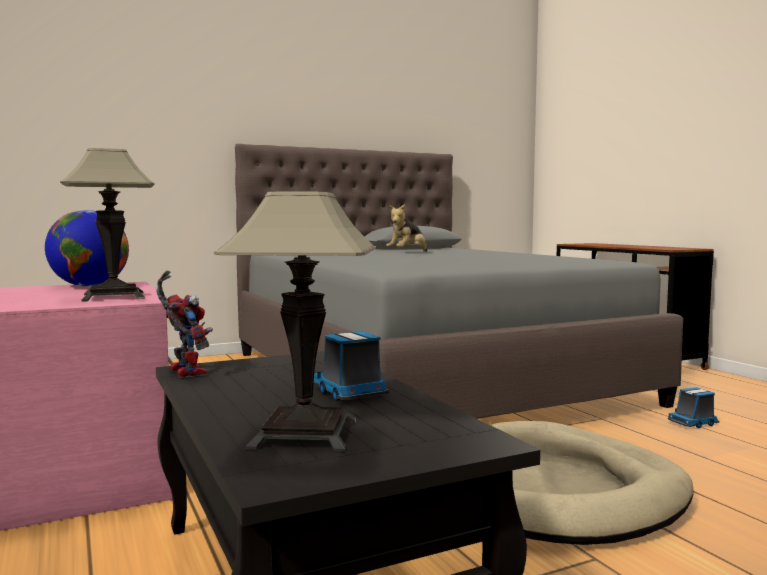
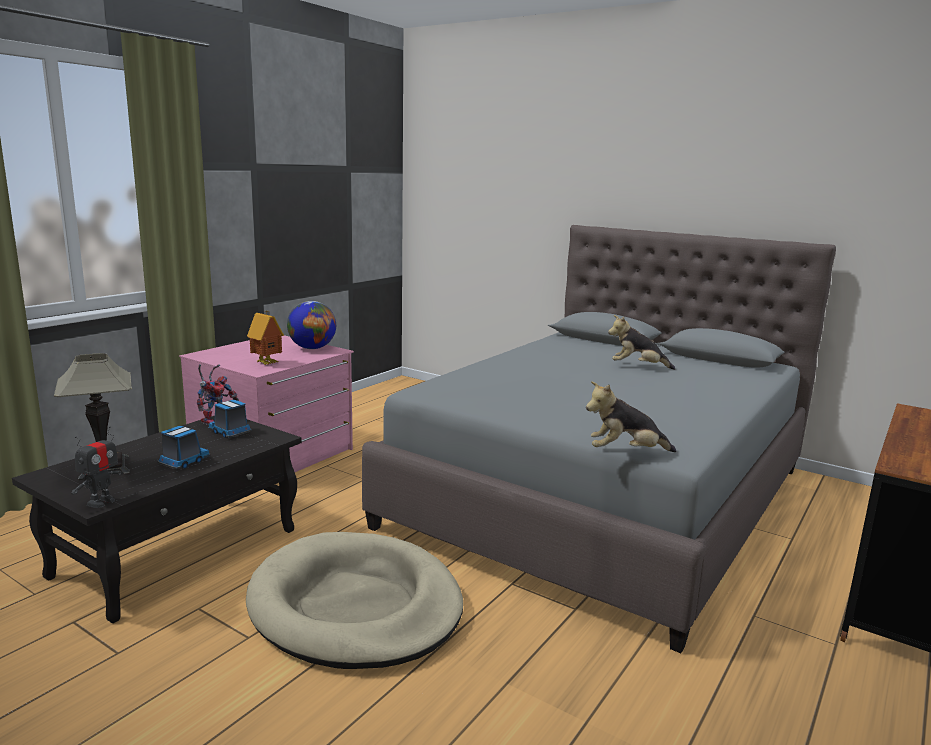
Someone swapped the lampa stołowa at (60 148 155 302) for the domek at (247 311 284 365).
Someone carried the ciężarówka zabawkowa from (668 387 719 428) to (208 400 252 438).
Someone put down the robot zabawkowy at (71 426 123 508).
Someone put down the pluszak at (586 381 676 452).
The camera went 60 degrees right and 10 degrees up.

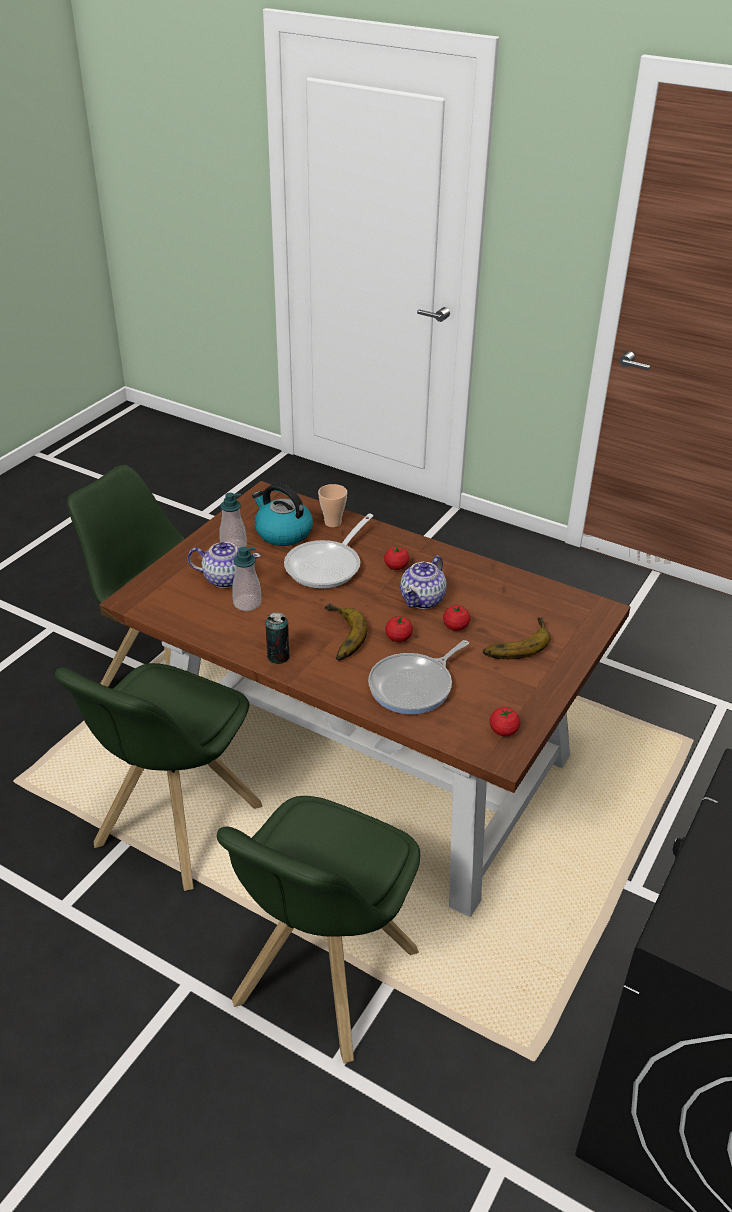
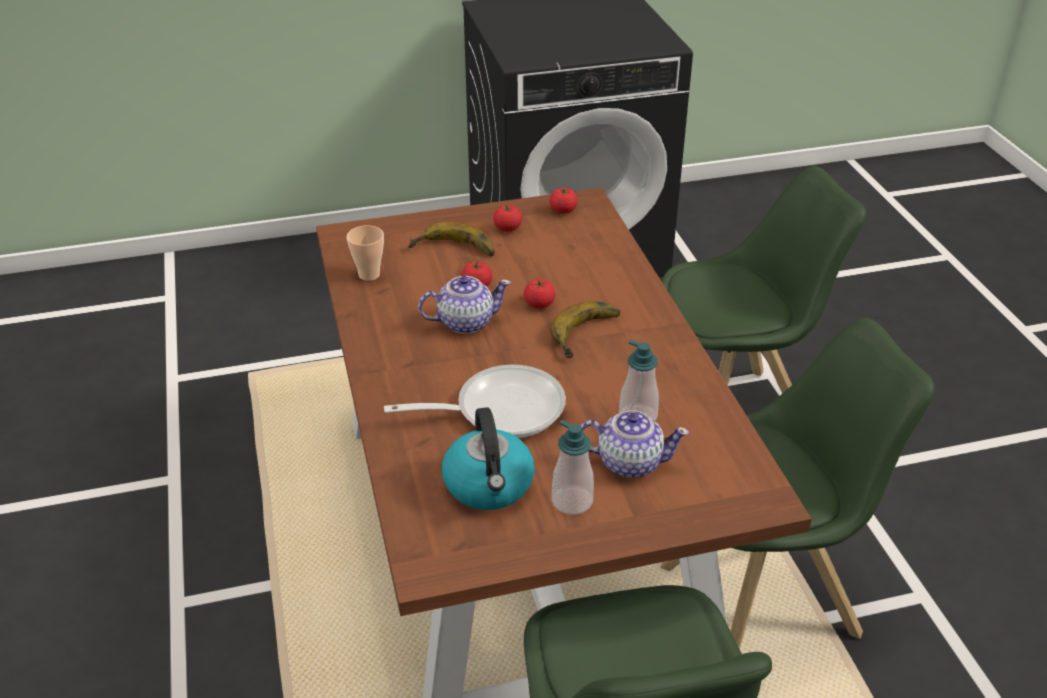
Someone rotated the imbryk at (188 542 261 588) by 135 degrees clockwise.
Someone took away the puszka at (265 612 290 664).
Someone carried the filiżanka from (318 484 347 527) to (346 225 384 281).
Someone took away the patelnia at (368 640 469 714).
Someone carried the pomidor from (384 546 410 570) to (493 205 522 232).
The camera went 135 degrees left and 0 degrees up.

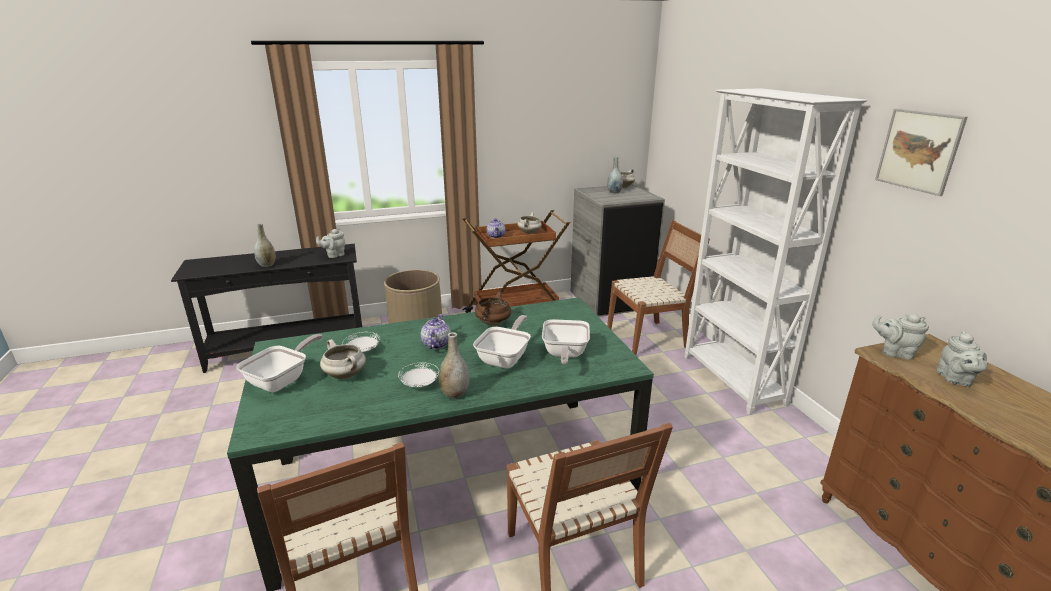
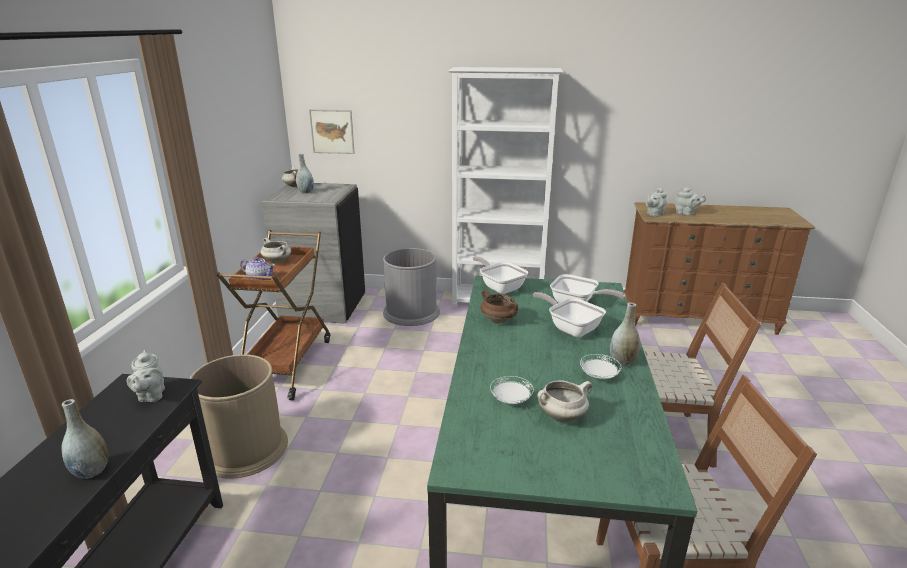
Someone carried the patelnia from (236 334 323 392) to (472 256 528 294).
Someone took away the imbryk at (421 314 451 349).
Someone swapped the krzesło at (607 220 710 355) for the kosz na śmieci (szary) at (383 248 440 326).
Someone carried the obraz from (875 108 968 196) to (309 109 355 154).
The camera went 65 degrees left and 0 degrees up.

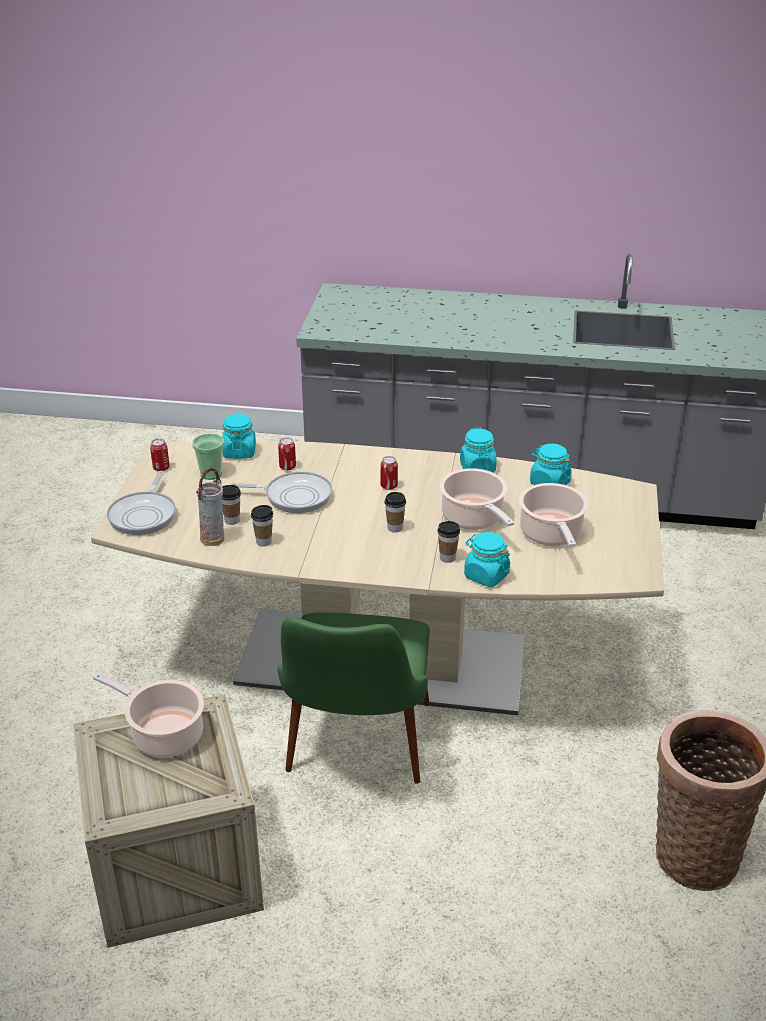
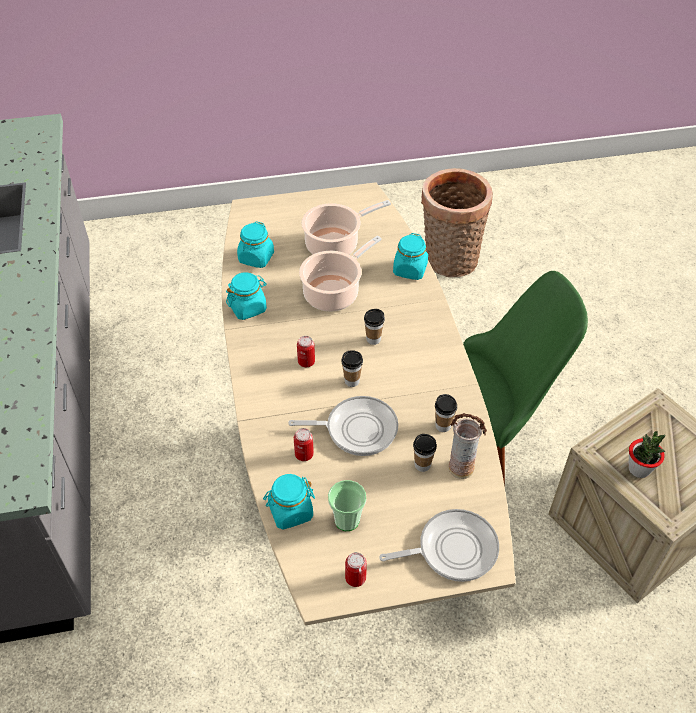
Someone swapped the garnek at (93 673 204 758) for the roślina doniczkowa at (628 431 666 478).
Someone rotated the patelnia at (230 472 332 513) by 105 degrees clockwise.
Someone carried the filiżanka from (437 521 460 563) to (341 350 363 387).
The camera went 110 degrees left and 15 degrees up.

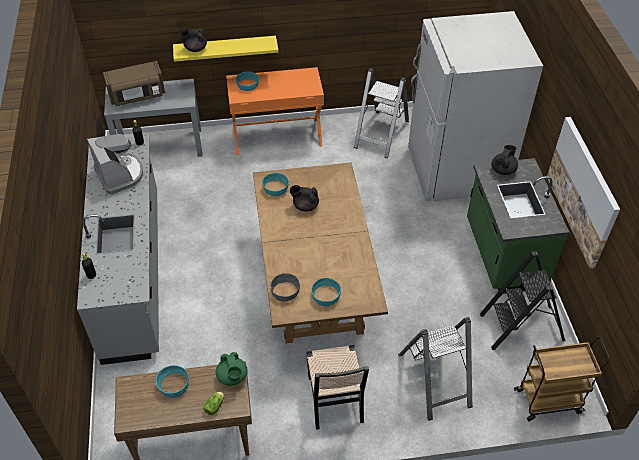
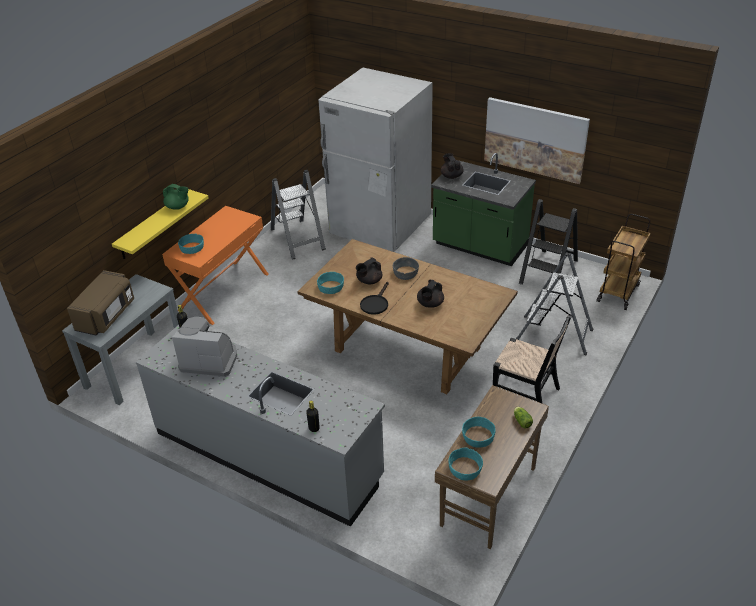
Someone carried the imbryk (czarny) from (179 28 207 52) to (417 280 444 308).
Someone carried the imbryk (zielony) from (216 352 248 386) to (163 184 189 210).
Someone carried the miska (szary) from (271 273 300 301) to (393 257 419 280).
Someone carried the miska (turkusowy) from (311 278 341 306) to (449 448 483 481).
Someone put down the patelnia (czarny) at (360 282 389 315).
The camera went 50 degrees left and 10 degrees down.

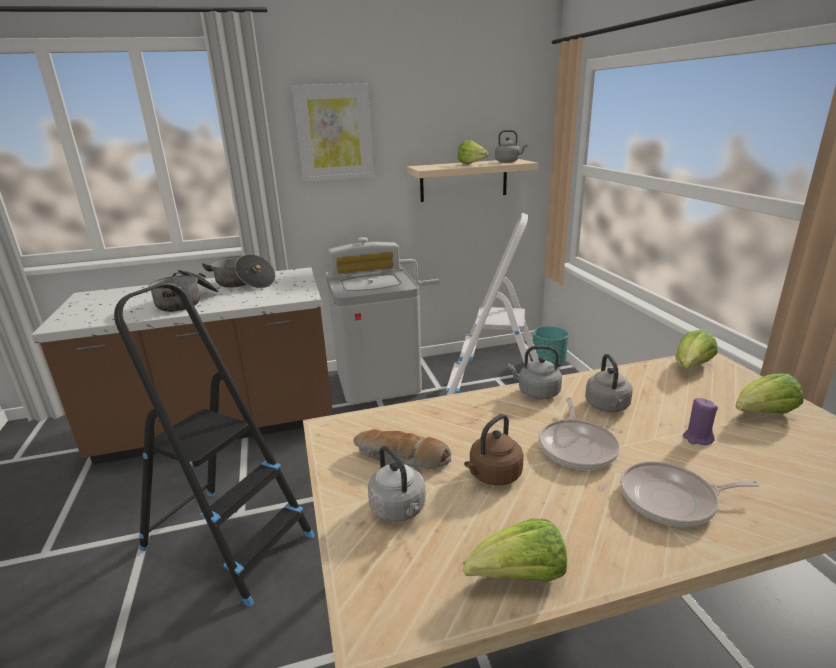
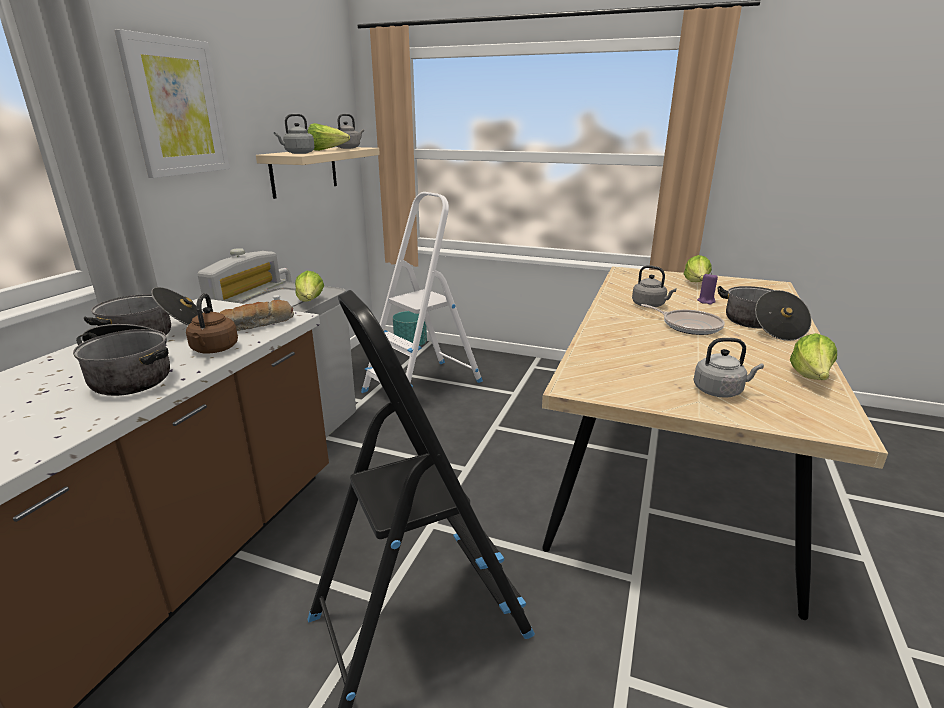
Someone carried the chleb from (353 429 451 469) to (220 300 294 331).
Someone carried the czajnik (brązowy) from (464 414 524 486) to (186 293 238 353).
Someone carried the czajnik (szary) from (508 346 562 399) to (274 114 315 154).
Someone swapped the patelnia at (620 461 760 527) for the garnek at (718 286 812 341).
Someone carried the sałata from (675 330 717 368) to (295 271 324 302).
The camera went 55 degrees left and 0 degrees up.

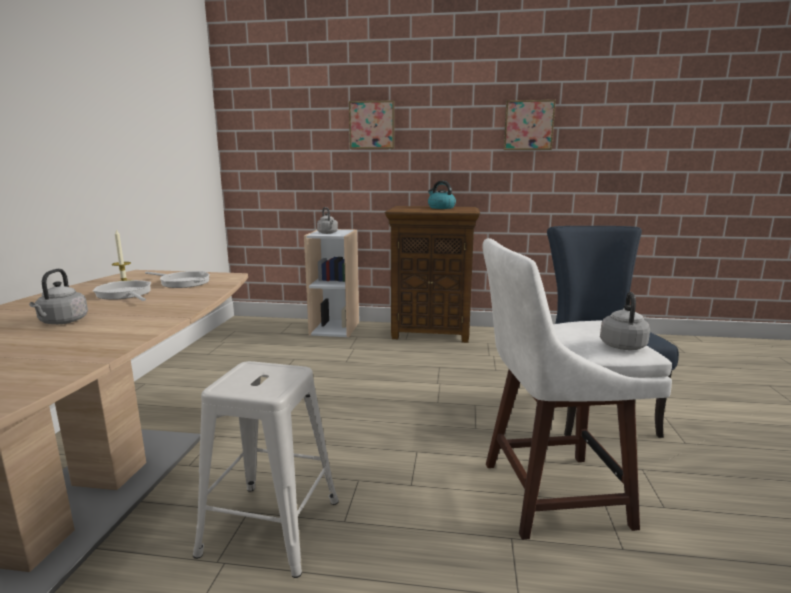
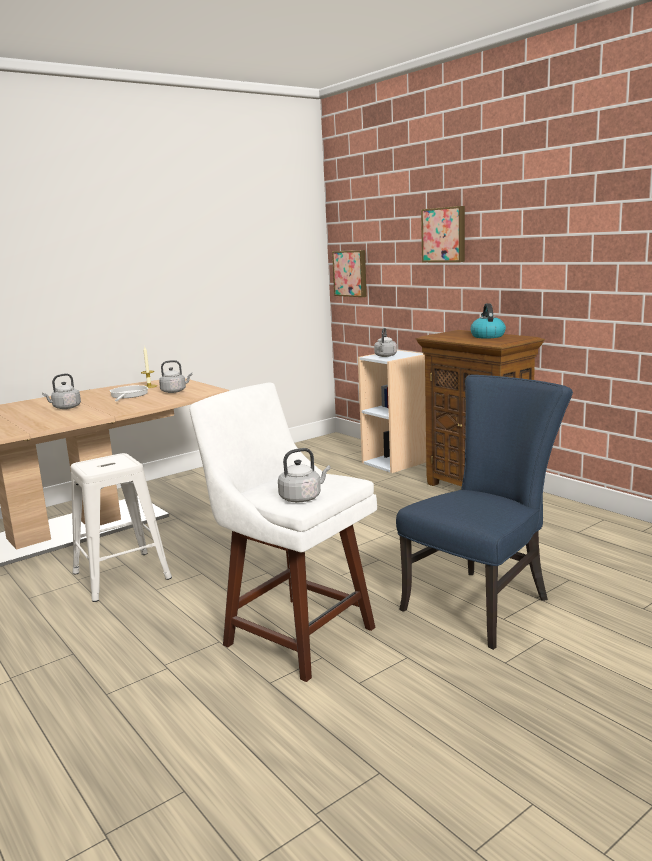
Someone swapped the patelnia at (145 271 210 288) for the czajnik (szary) at (159 360 193 393).
Someone carried the obraz from (504 100 556 150) to (332 250 367 297).
The camera went 45 degrees right and 0 degrees up.

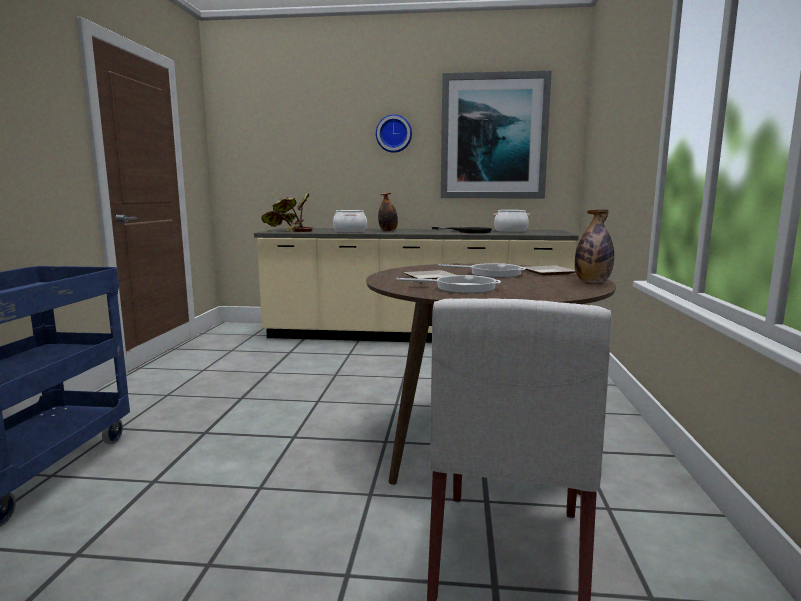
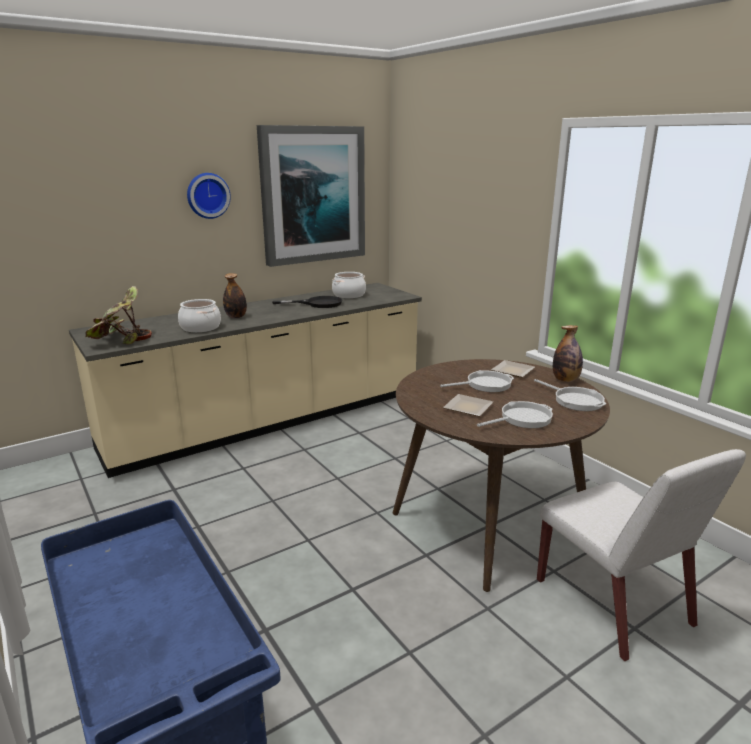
Someone put down the patelnia at (534 379 606 411).
The camera went 40 degrees left and 10 degrees up.

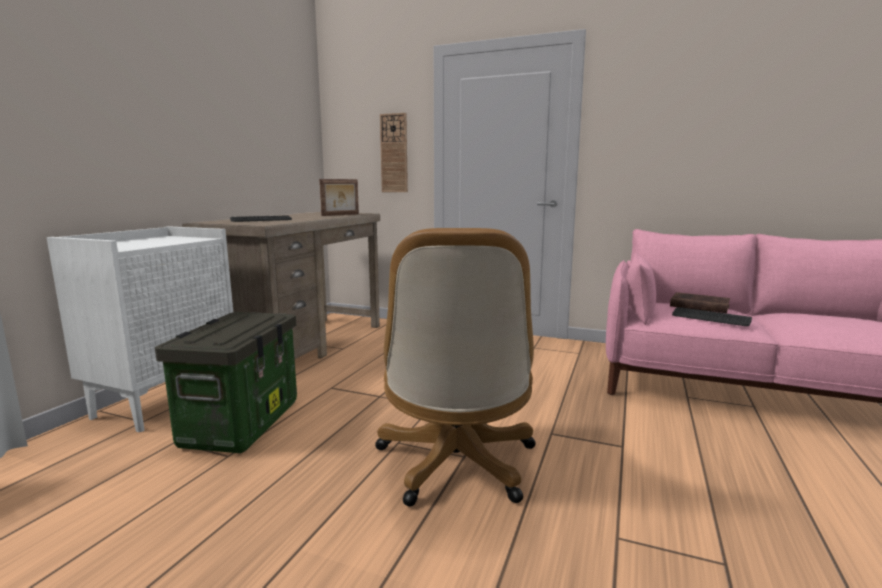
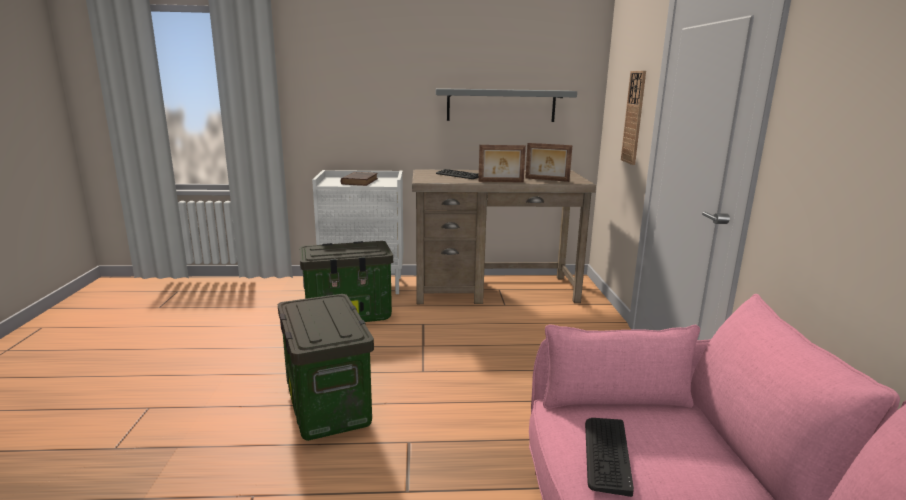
Someone swapped the krzesło biurowe at (375 228 536 507) for the pojemnik do przechowywania at (278 294 374 441).
Someone carried the książka (brązowy) from (670 292 730 313) to (341 172 378 186).
Someone put up the półka (szary) at (436 88 577 122).
Someone put down the ramka na zdjęcie at (478 145 526 182).
The camera went 65 degrees right and 5 degrees up.

